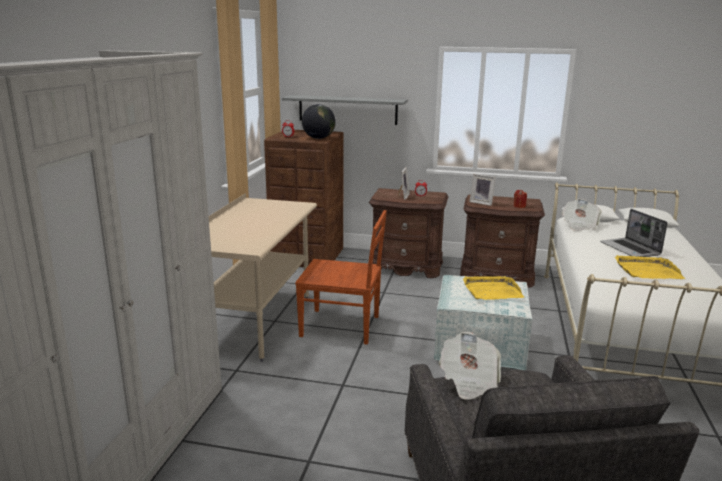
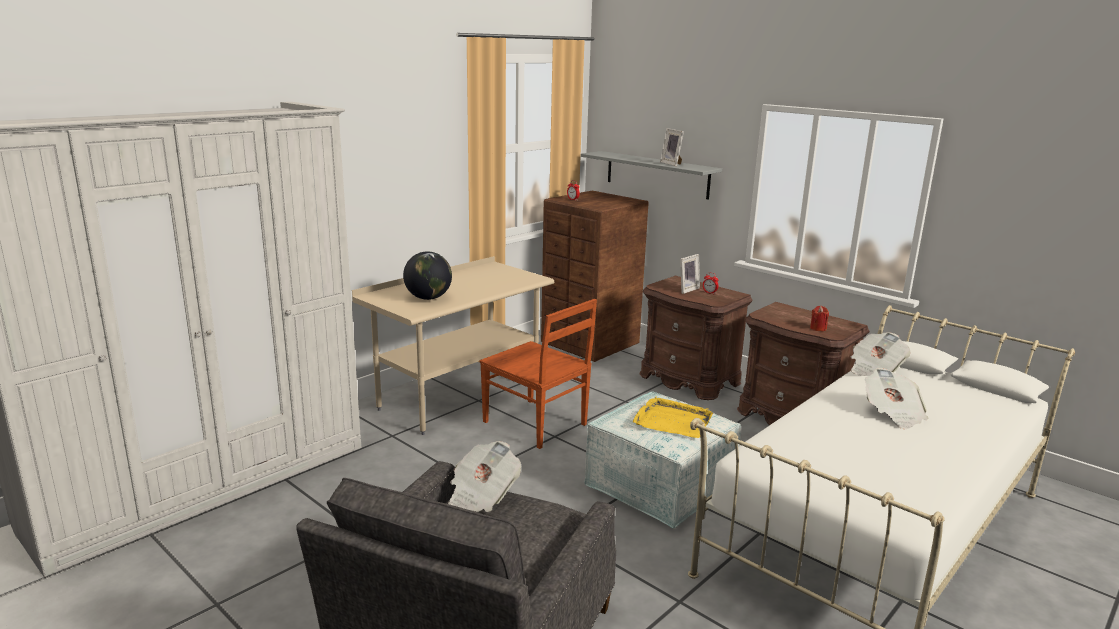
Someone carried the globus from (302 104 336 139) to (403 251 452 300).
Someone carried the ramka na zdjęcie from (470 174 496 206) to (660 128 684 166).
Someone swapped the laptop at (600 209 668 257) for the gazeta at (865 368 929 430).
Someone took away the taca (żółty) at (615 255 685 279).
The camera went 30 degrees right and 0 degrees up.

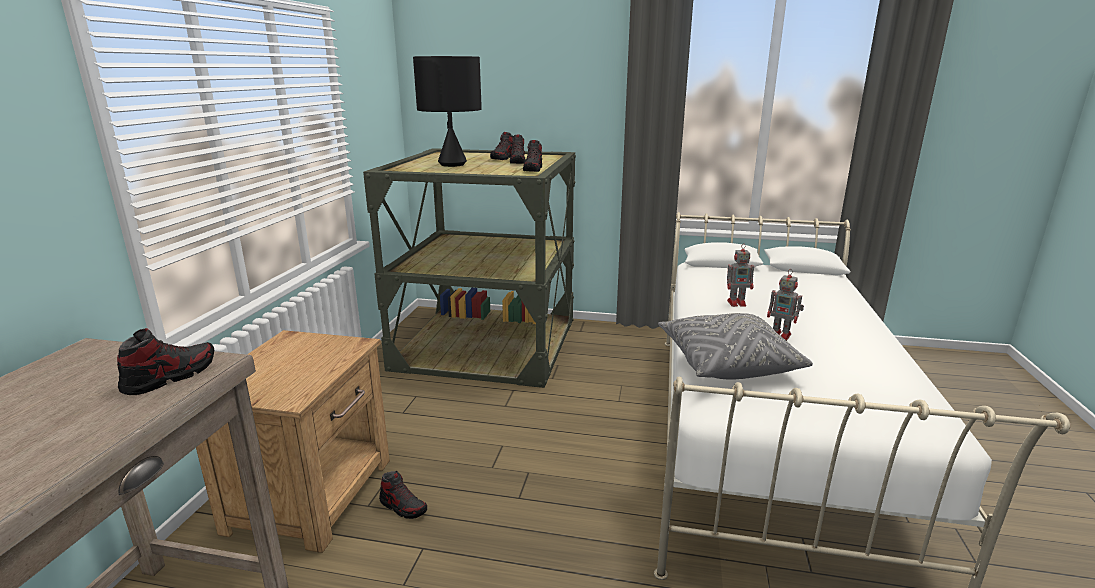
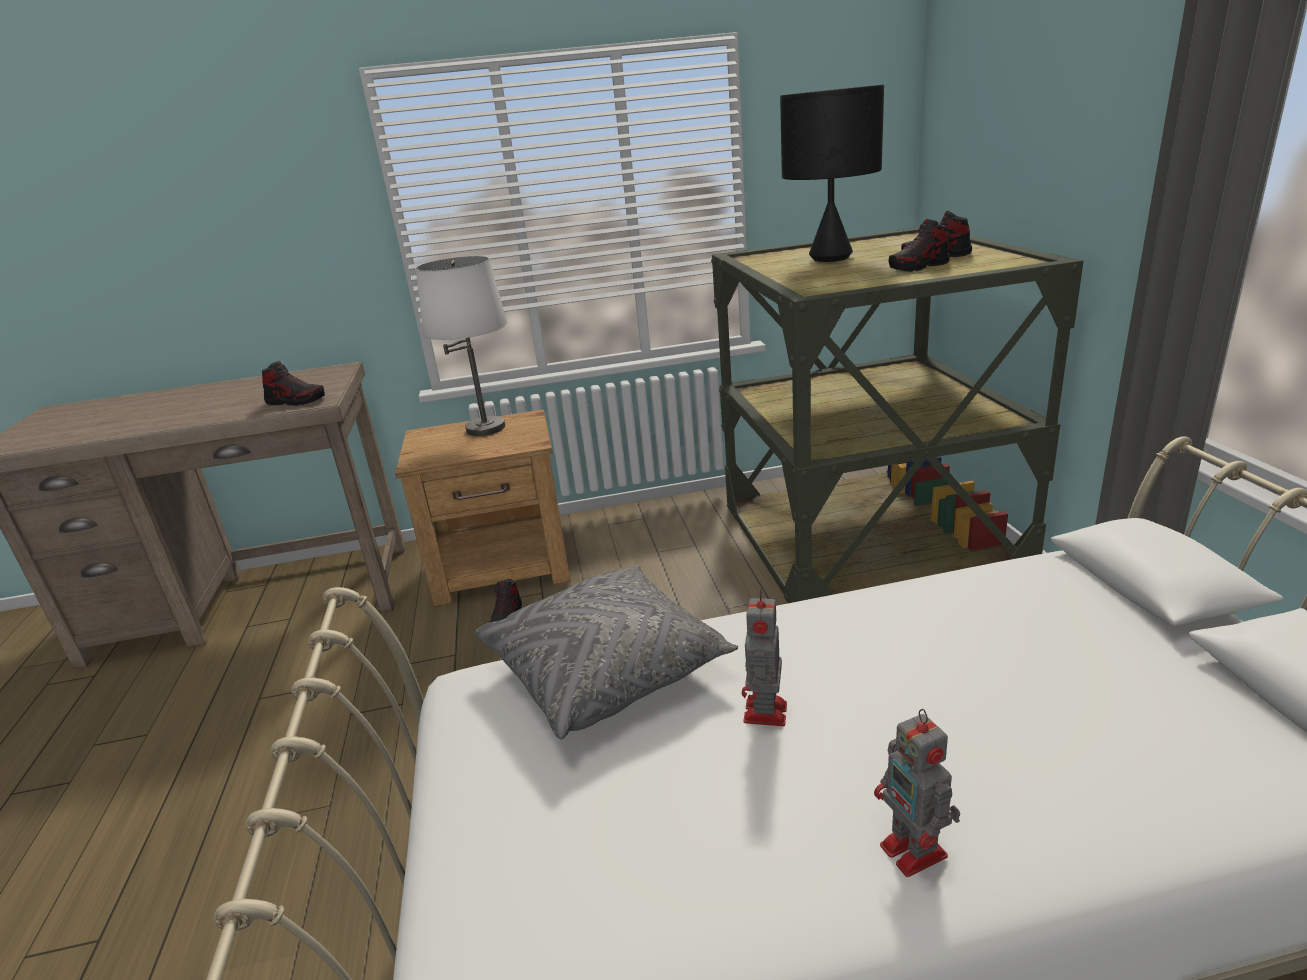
Someone took away the but at (523 140 542 172).
Someone carried the robot zabawkowy from (727 244 754 307) to (874 709 960 877).
Someone put down the lampa stołowa (biały) at (415 256 507 436).
The camera went 70 degrees right and 5 degrees up.

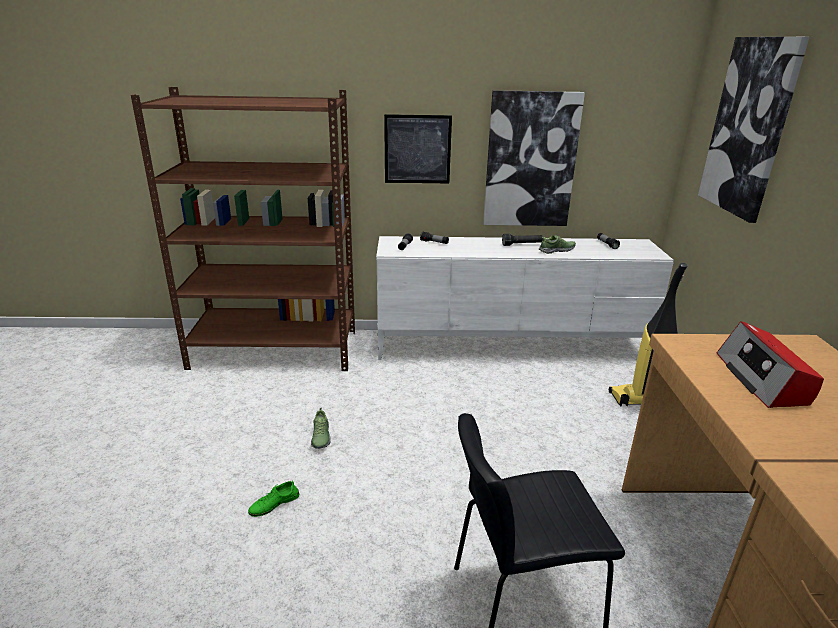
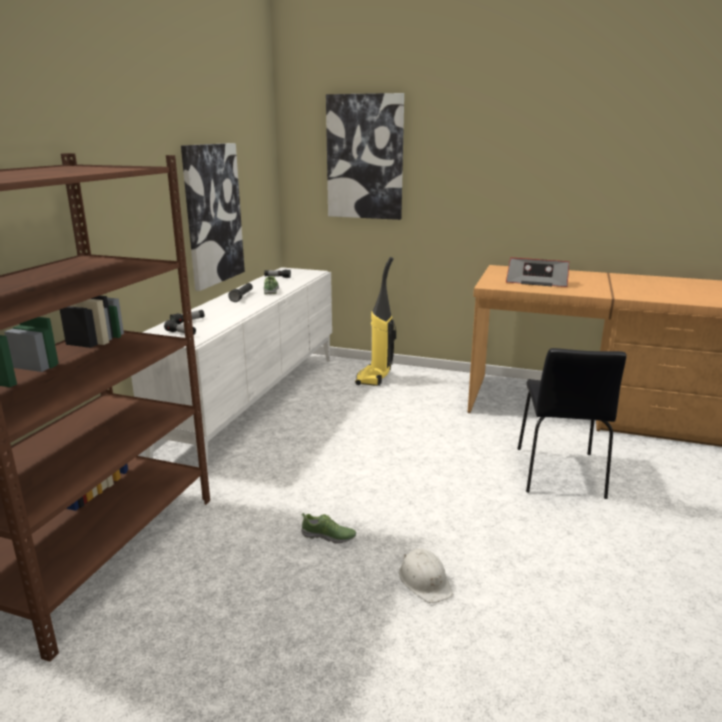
Someone swapped the but (zielony) at (248 481 299 517) for the kask (biały) at (399 549 453 603).
Someone took away the obraz at (384 114 452 183).
The camera went 70 degrees left and 5 degrees down.

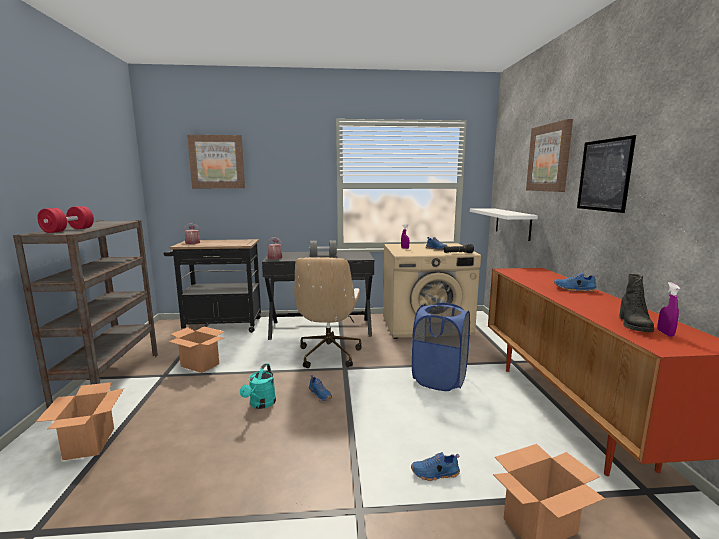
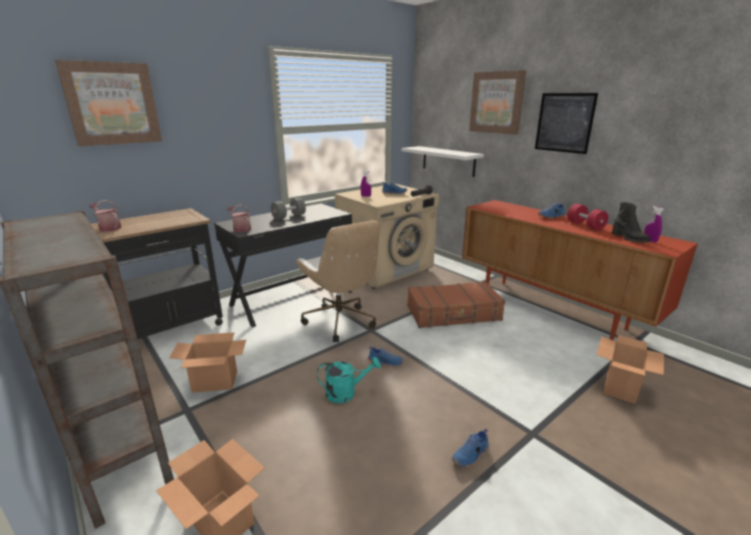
Someone carried the hantel (czerwony) from (37 206 94 233) to (567 204 608 230).
Someone rotated the konewka (turkusowy) at (240 364 276 409) by 75 degrees counterclockwise.
Someone carried the but (niebieski) from (411 452 460 481) to (452 428 489 467).
Someone swapped the kosz na pranie (niebieski) at (412 303 470 391) for the walizka (brązowy) at (407 281 505 328).
The camera went 35 degrees left and 10 degrees up.

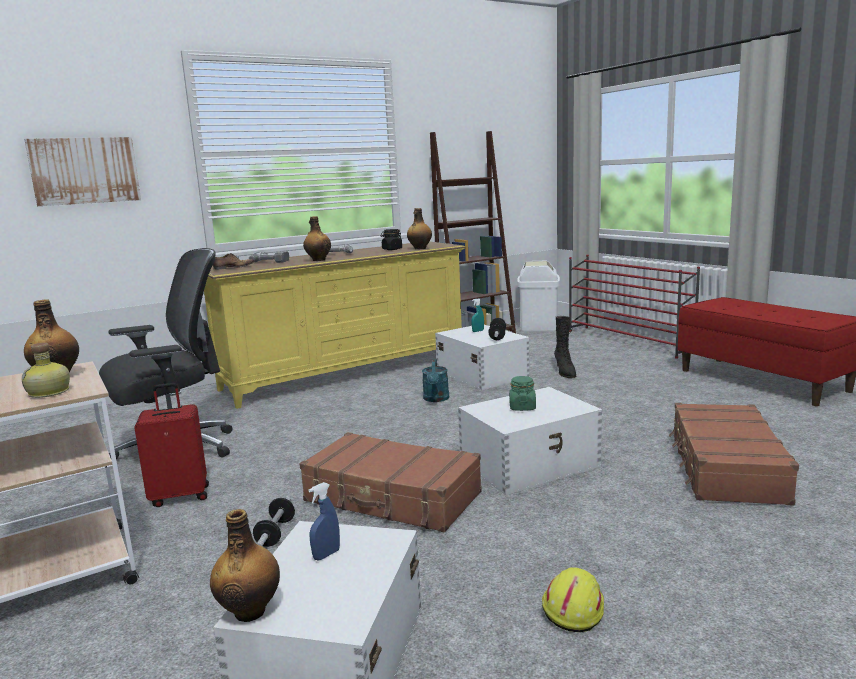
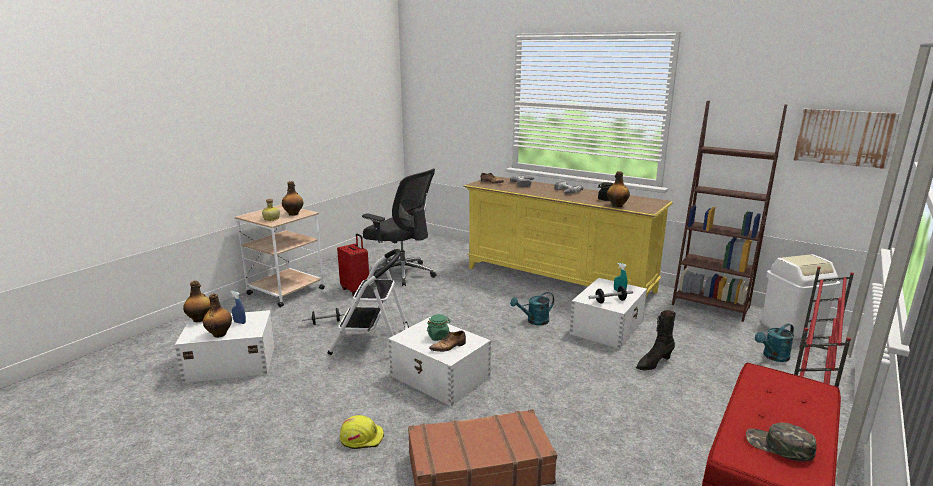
Someone carried the obraz from (24 137 141 206) to (794 109 899 169).
Someone swapped the walizka (brązowy) at (300 432 482 533) for the drabinka at (328 249 409 355).
Someone carried the butelka from (303 216 331 261) to (203 294 232 338).
Someone carried the kask (żółty) from (542 567 604 632) to (340 415 384 449).
Someone put down the but at (429 331 466 352).
Someone put down the czapka z daszkiem (zielony) at (746 423 817 462).
Someone put down the konewka (turkusowy) at (755 323 794 362).
The camera went 65 degrees right and 5 degrees up.

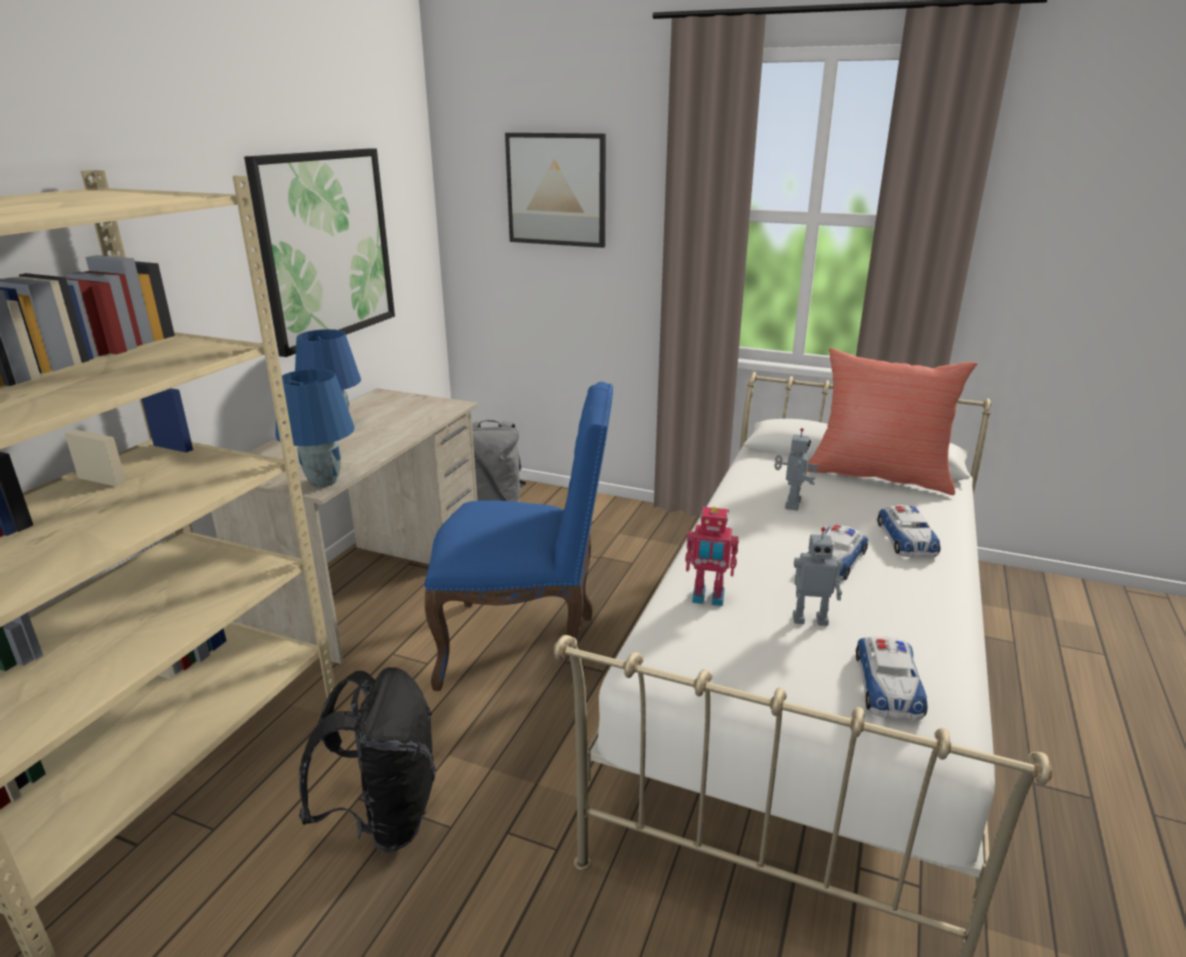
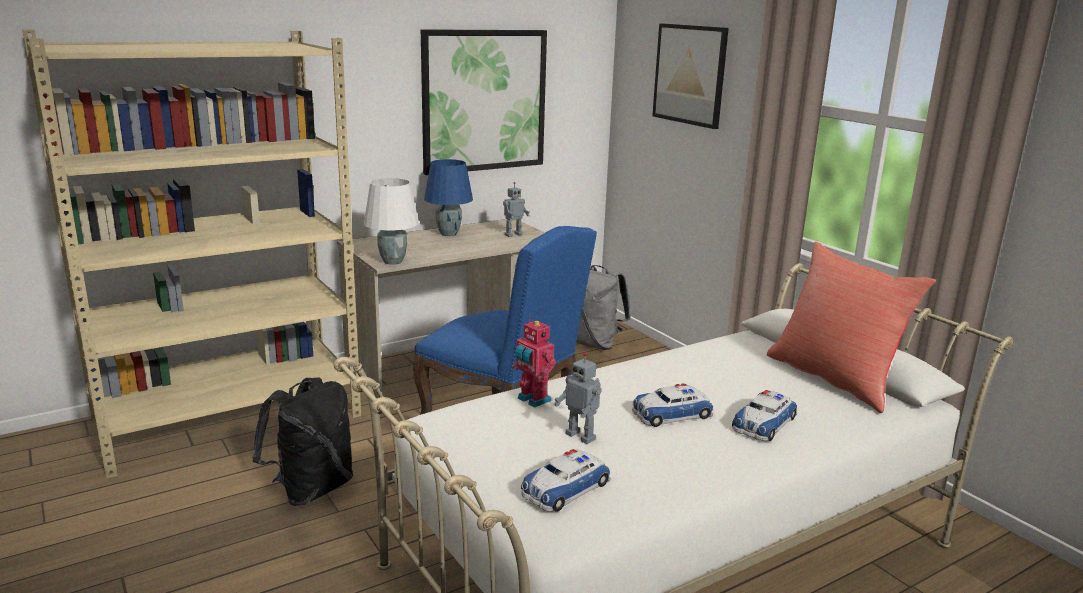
Someone repainted the lampa stołowa (niebieski) at (275 369 355 487), which became the lampa stołowa (biały) at (364 178 419 265).
Someone carried the robot zabawkowy from (774 428 819 511) to (503 182 530 237).
The camera went 35 degrees right and 5 degrees down.

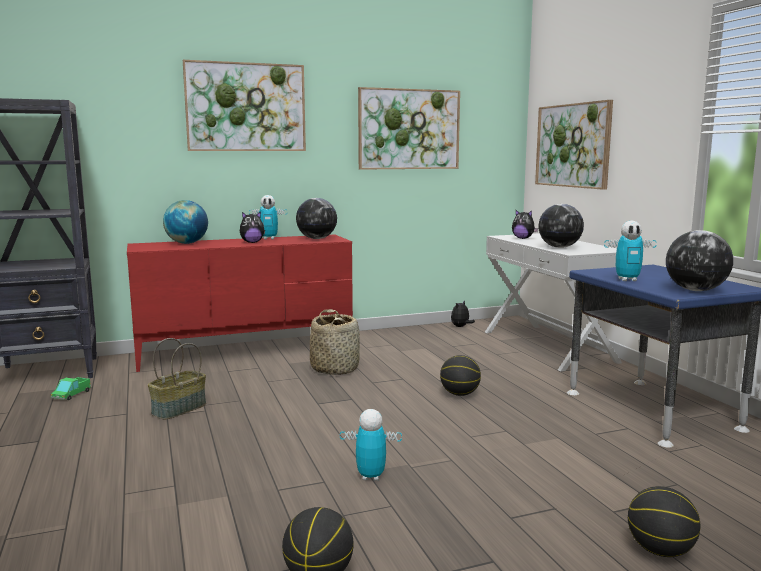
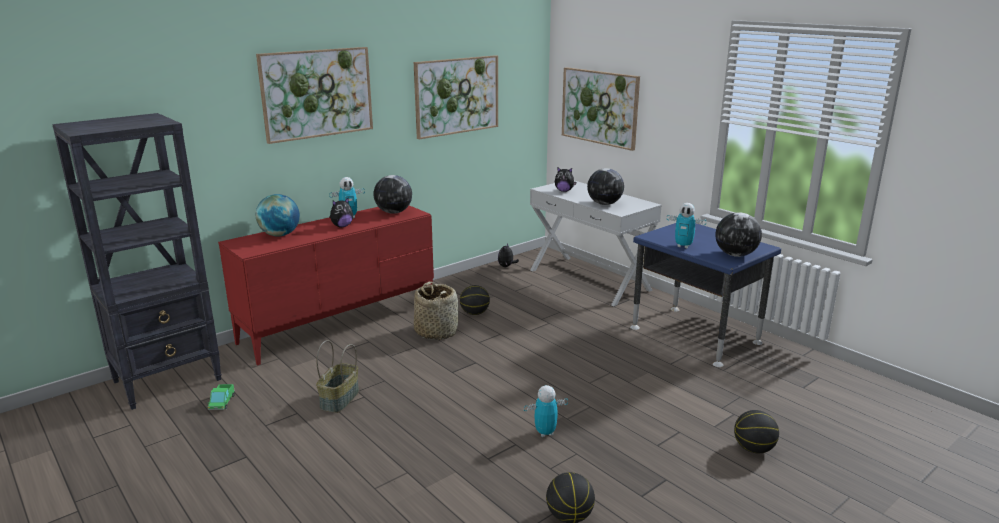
Someone carried the piłka do koszykówki from (440 355 481 396) to (460 285 490 315).
Someone rotated the robot zabawkowy at (604 221 657 281) by 45 degrees clockwise.
The camera went 20 degrees left and 10 degrees up.

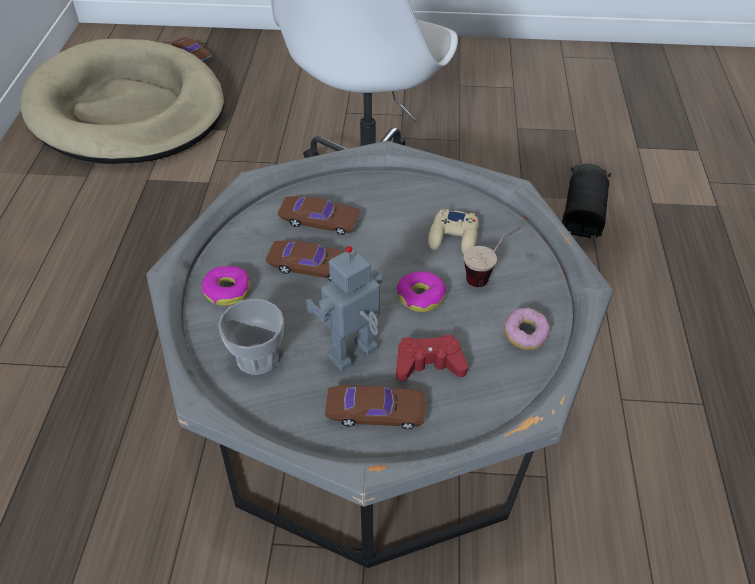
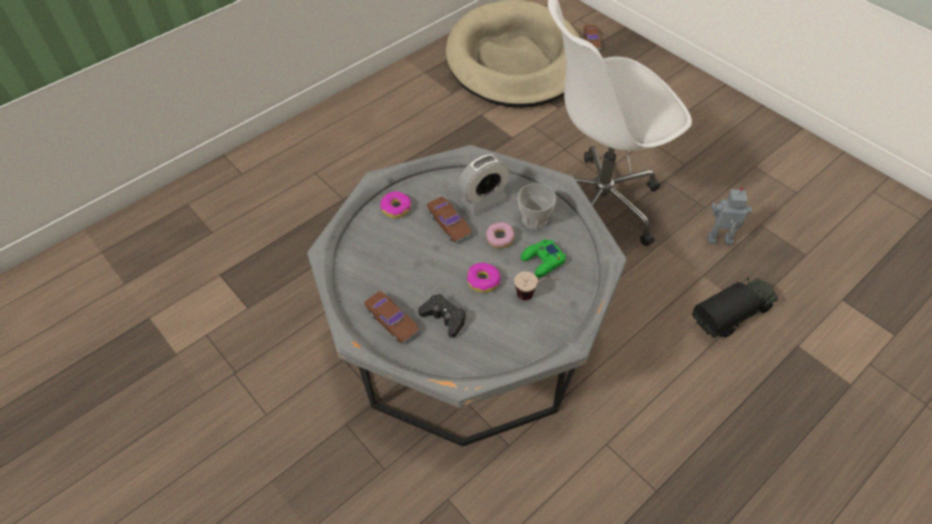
Someone carried the filiżanka from (218 299 284 375) to (518 183 556 229).
Someone swapped the samochodzik (brązowy) at (278 196 360 235) for the budzik at (458 154 509 215).
Someone carried the robot zabawkowy from (305 246 382 371) to (708 187 752 245).
Someone repainted the pad do gier (czerwony) at (396 335 468 381), which became the pad do gier (czarny) at (418 294 466 338).
Someone repainted the pad do gier (beżowy) at (428 209 479 254), which became the pad do gier (zielony) at (521 239 566 278).
Someone carried the donut from (504 308 550 350) to (486 222 515 248).
The camera went 45 degrees right and 5 degrees up.

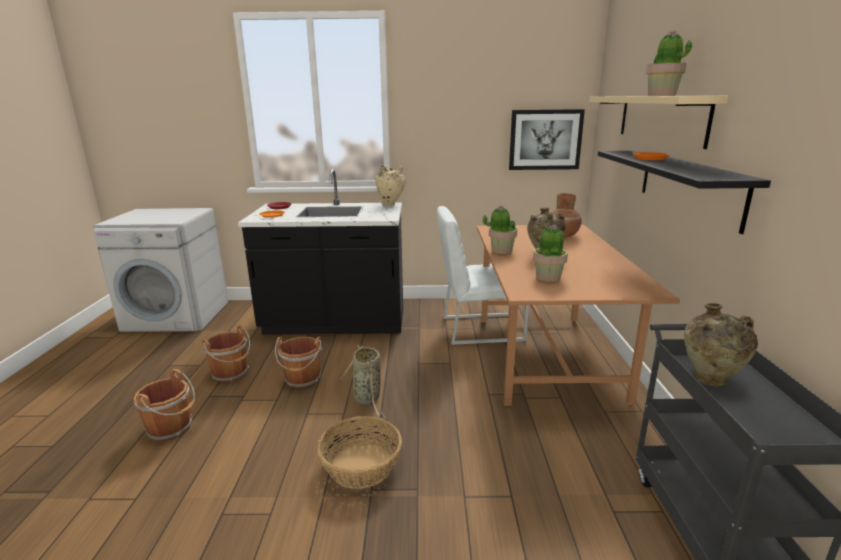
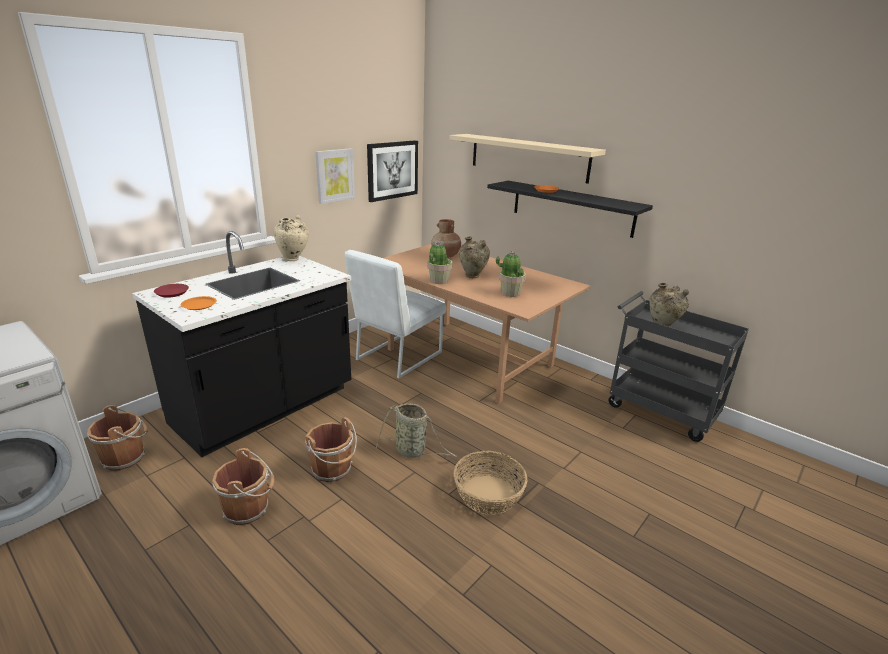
Someone carried the wiadro (brązowy) from (134 369 195 442) to (87 405 148 471).
Someone took away the roślina doniczkowa at (646 30 692 96).
Someone put up the obraz at (315 148 355 204).
The camera went 50 degrees left and 5 degrees up.

